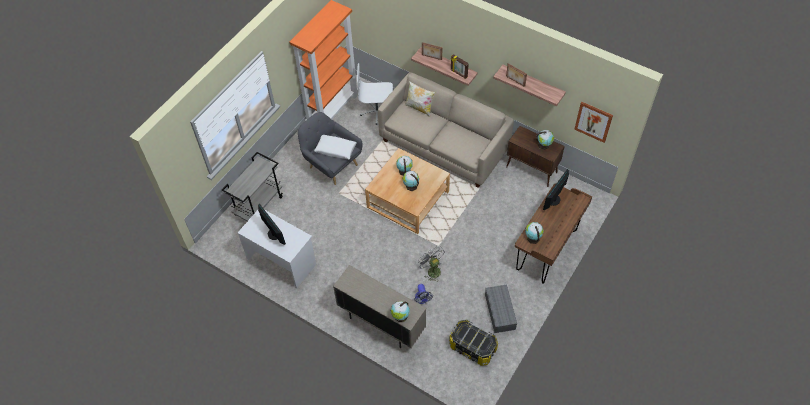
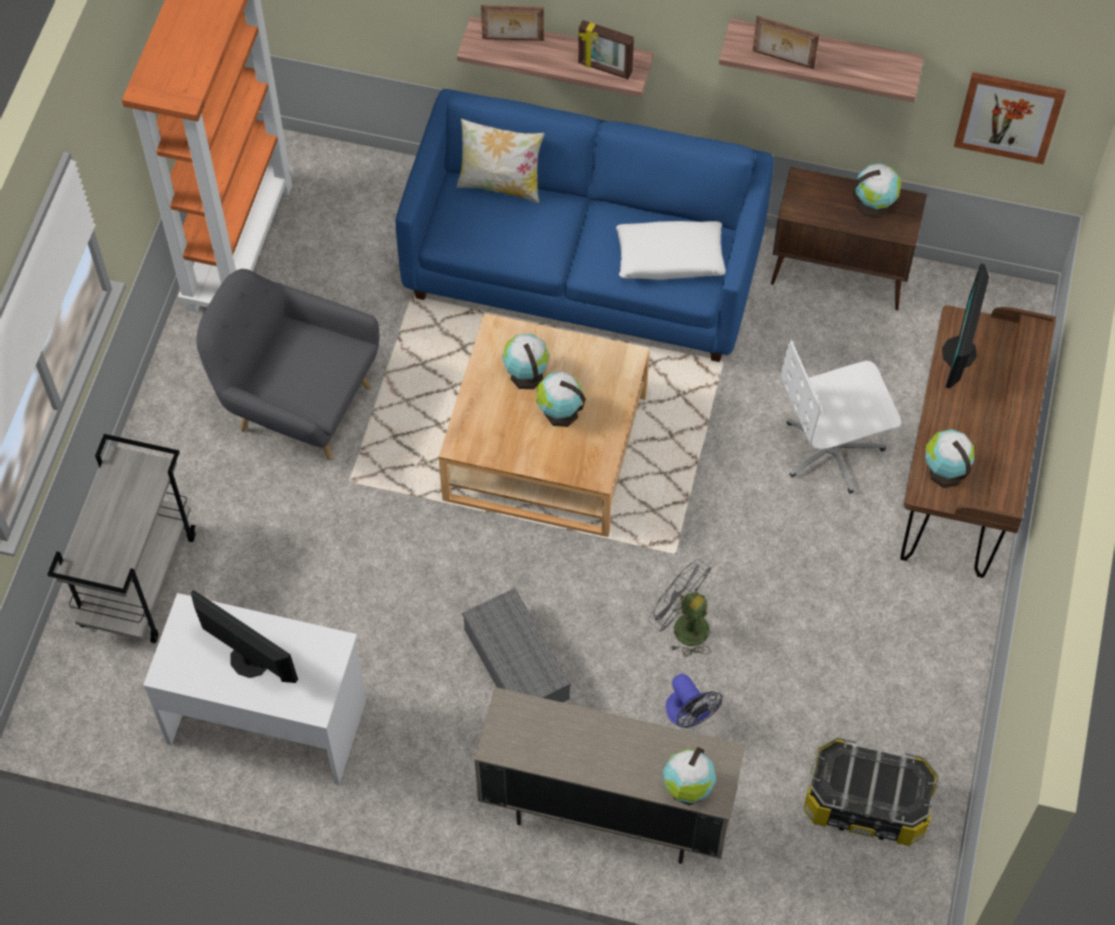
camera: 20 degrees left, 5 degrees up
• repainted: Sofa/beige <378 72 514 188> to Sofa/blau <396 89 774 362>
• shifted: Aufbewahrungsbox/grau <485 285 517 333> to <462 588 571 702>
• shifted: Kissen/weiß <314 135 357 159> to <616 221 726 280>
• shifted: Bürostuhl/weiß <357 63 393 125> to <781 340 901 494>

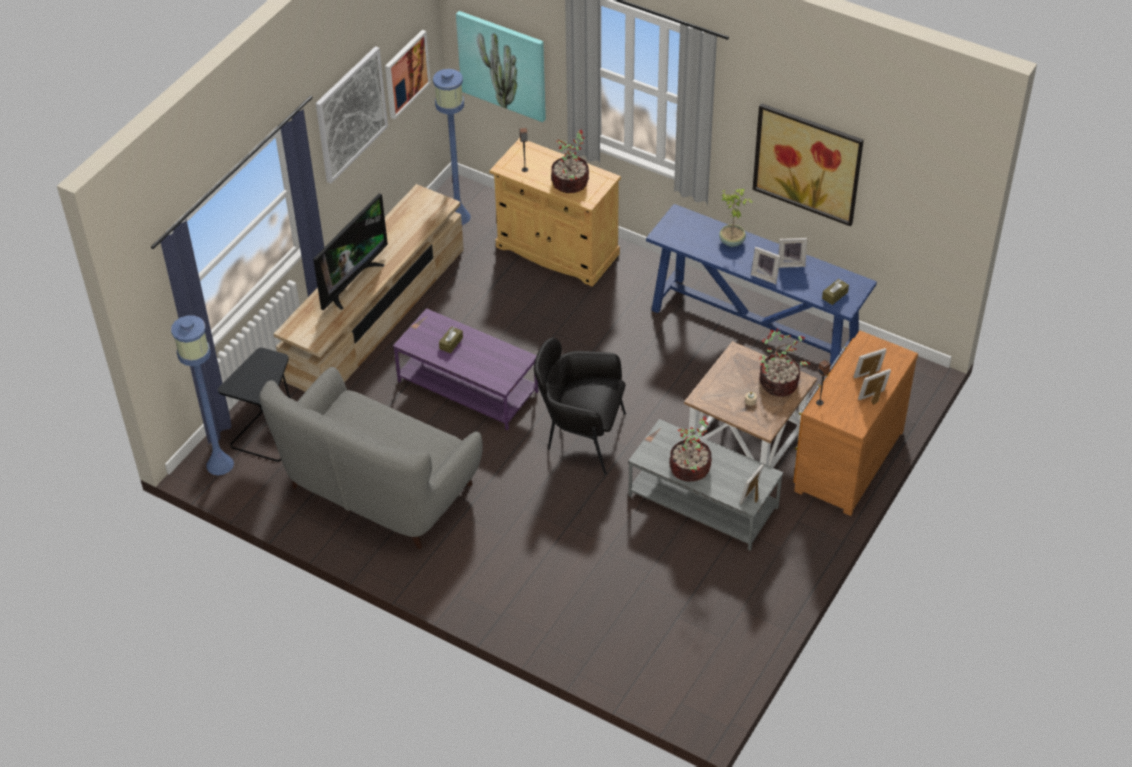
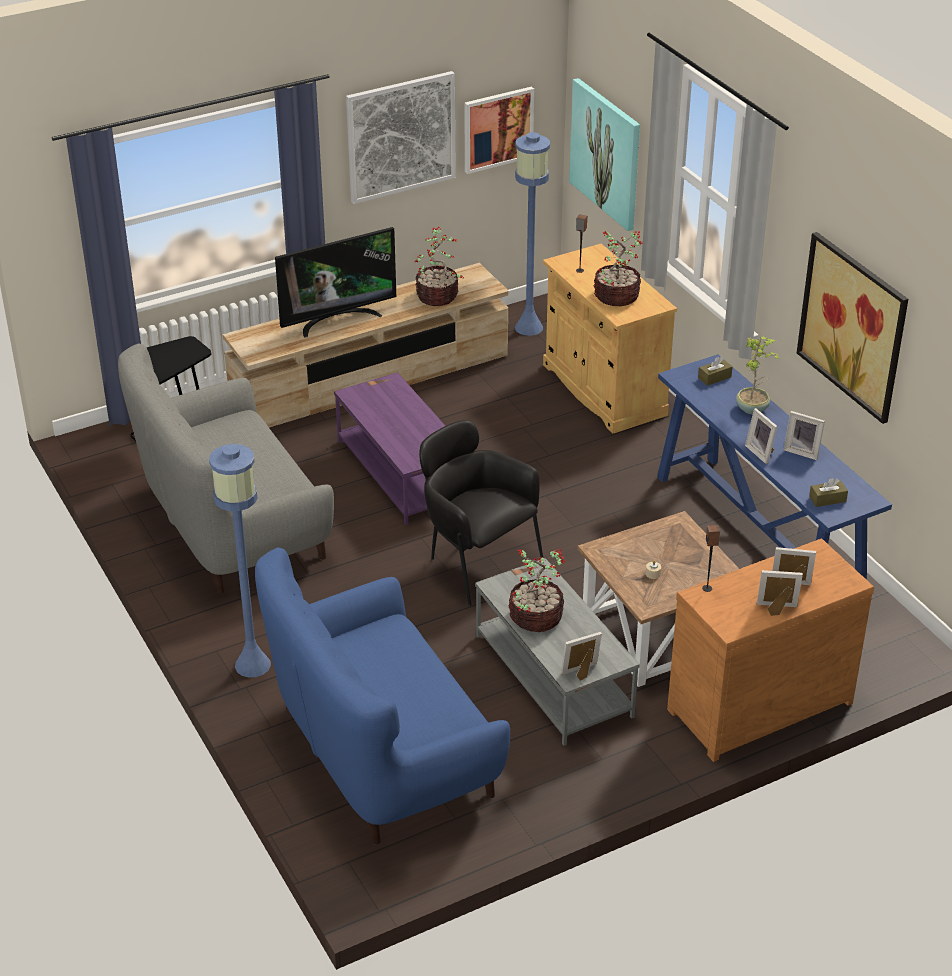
camera: 30 degrees right, 10 degrees down
• shifted: Stehlampe/blau <171 315 234 476> to <209 444 271 678>
• new: Sofa/blau <255 548 510 845>
• shifted: Topfpflanze <759 328 810 397> to <414 227 464 306>
• shifted: Taschentuchbox/braun <439 326 463 353> to <698 357 733 386>

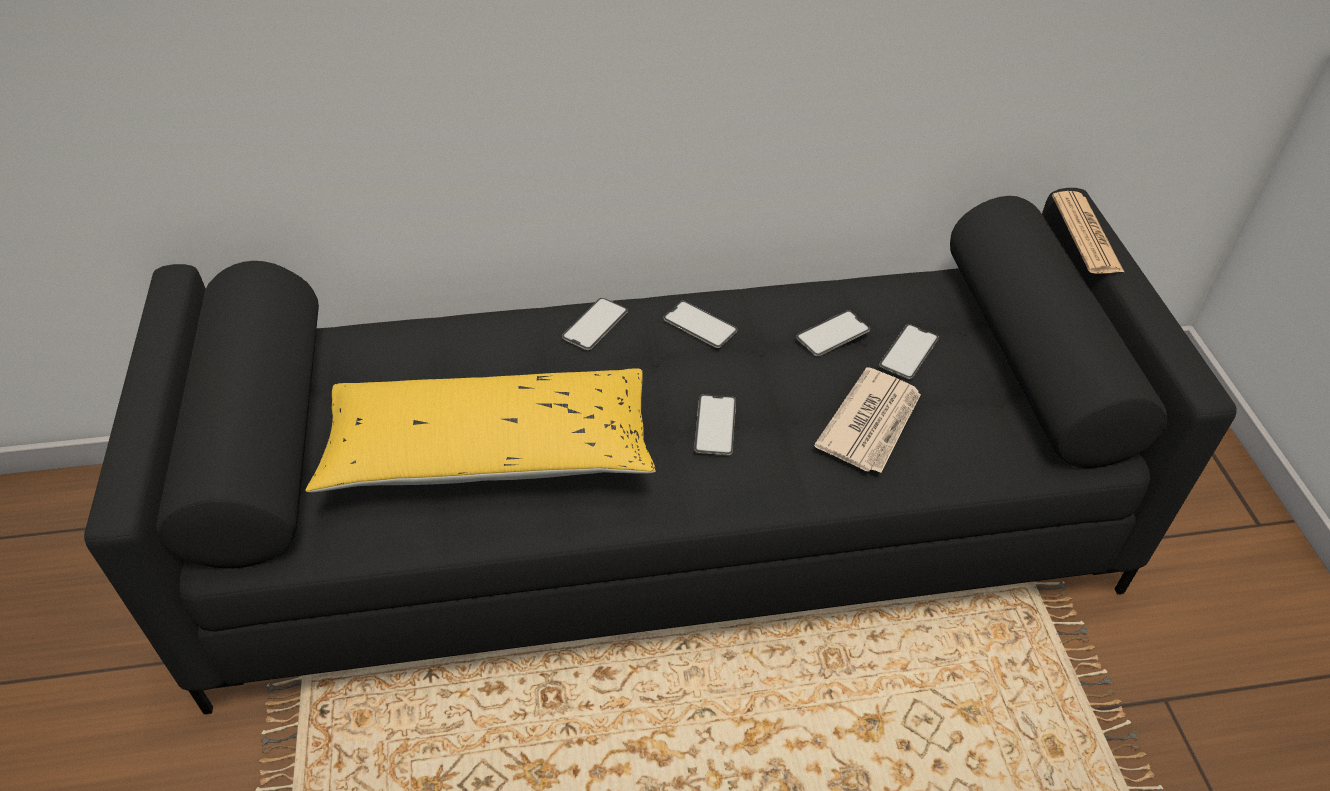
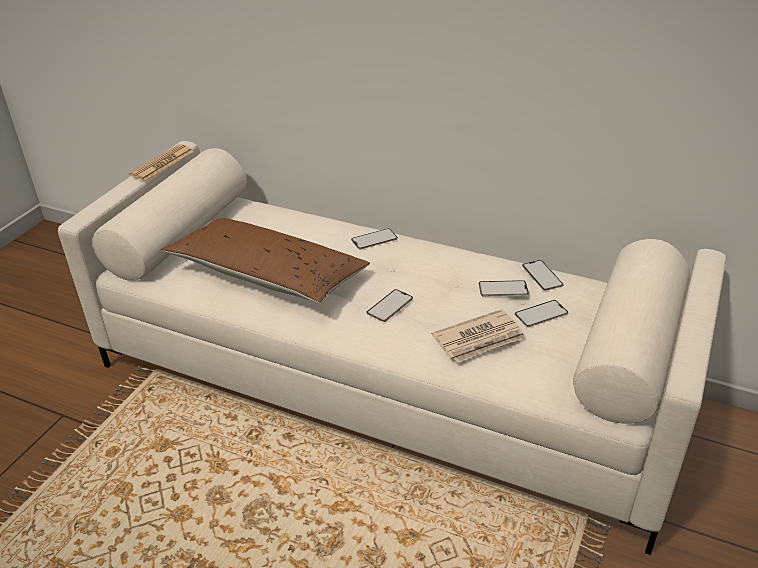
camera: 35 degrees right, 10 degrees down
• repainted: Sofa/schwarz <84 188 1237 714> to Sofa/weiß <58 141 726 555>
• shifted: Zeitung <1052 191 1124 274> to <129 144 193 181>
• repainted: Kissen/gelb <306 368 656 492> to Kissen/braun <161 218 370 303>
• shifted: Handy <663 301 737 348> to <522 260 564 291>

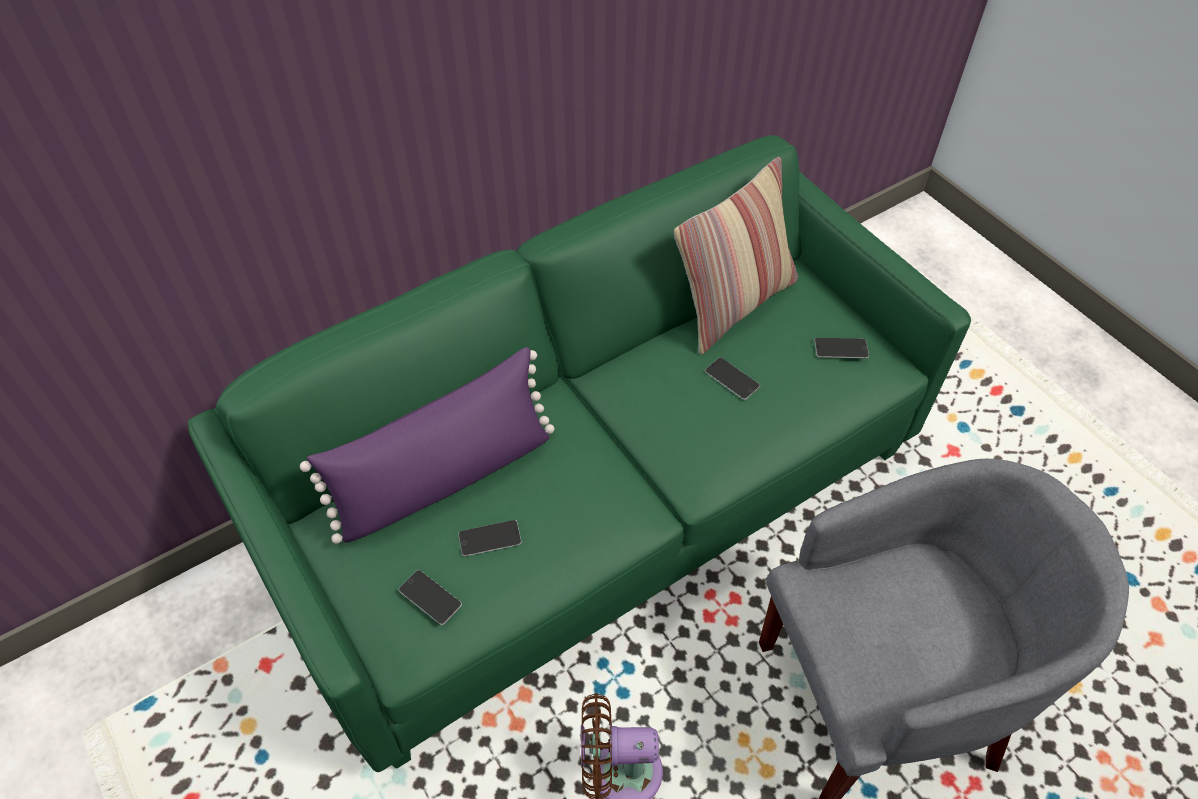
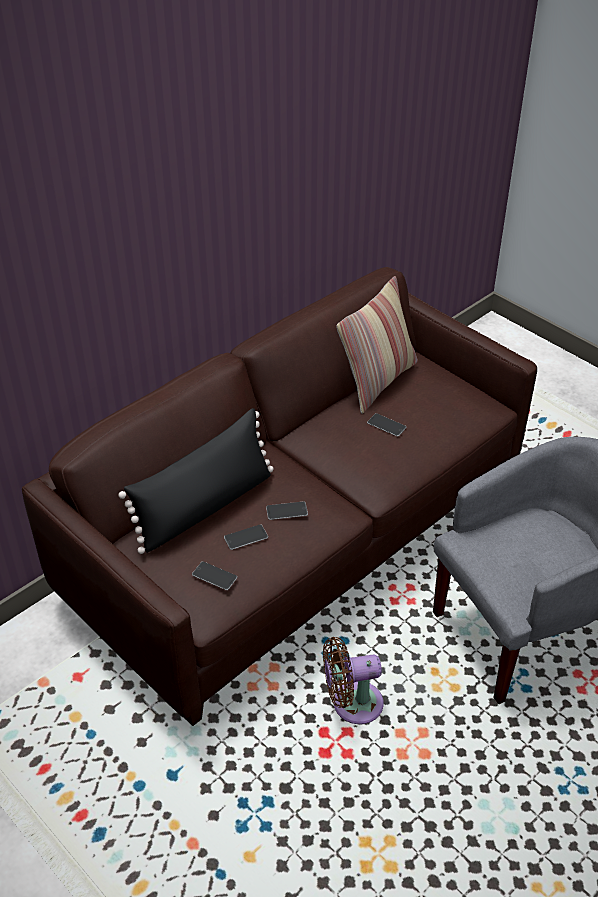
camera: 10 degrees left, 10 degrees down
• repainted: Sofa/grün <188 135 971 772> to Sofa/braun <22 267 537 726>
• repainted: Kissen/lila <300 347 554 544> to Kissen/schwarz <118 408 274 554>
• shifted: Handy <814 338 869 358> to <266 501 308 520>

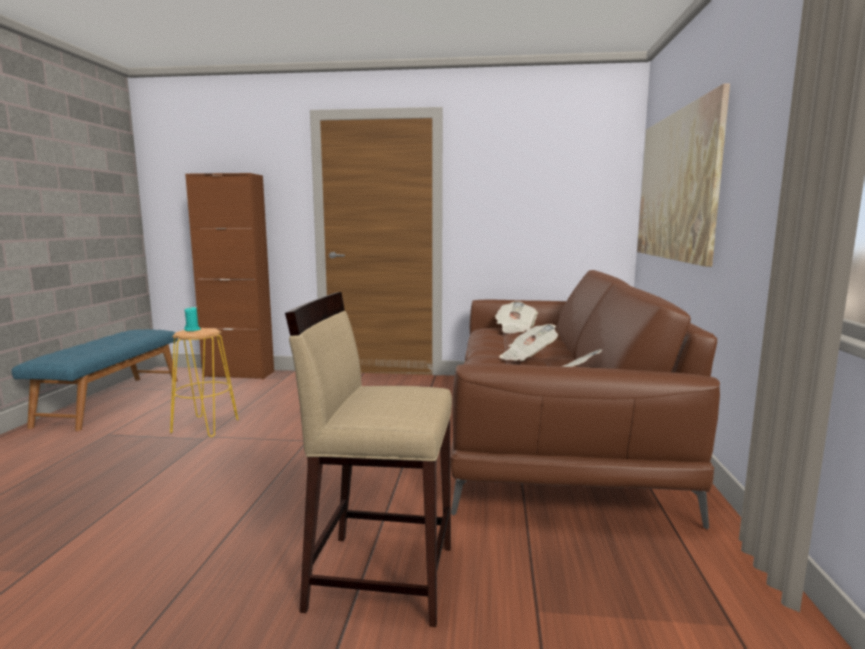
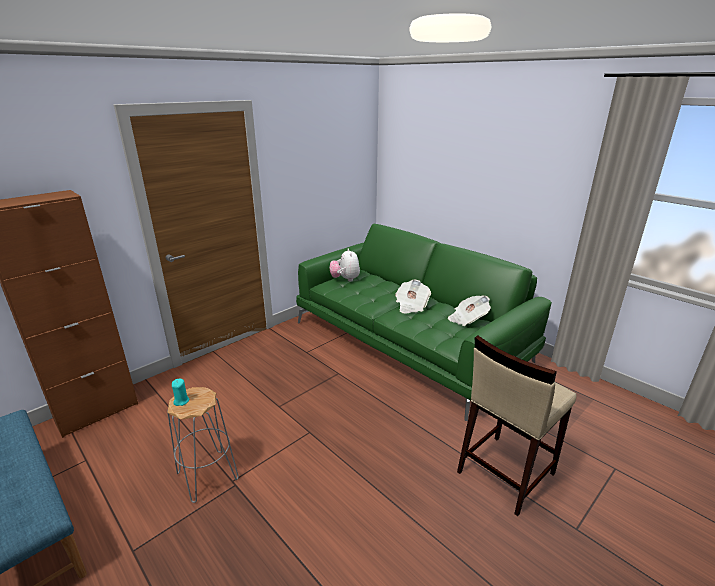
camera: 50 degrees left, 15 degrees up
• repainted: Hocker/gelb <170 328 239 437> to Hocker/grau <167 387 239 503>
• repainted: Sofa/braun <450 270 720 530> to Sofa/grün <296 224 552 421>
• swapped: Zeitung <495 301 538 334> to Plüschtier <330 249 360 282>
• gone: Bild <637 83 730 267>

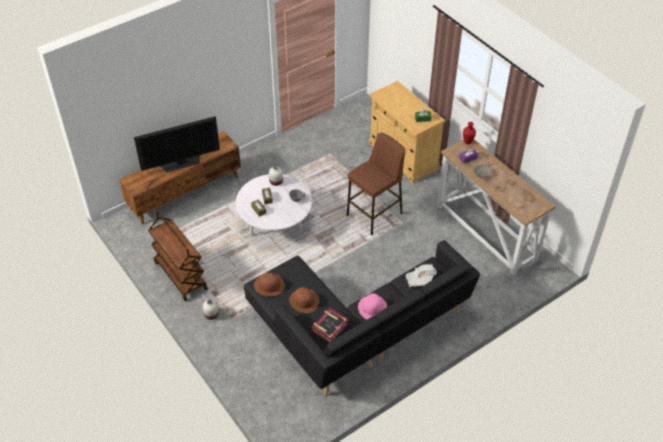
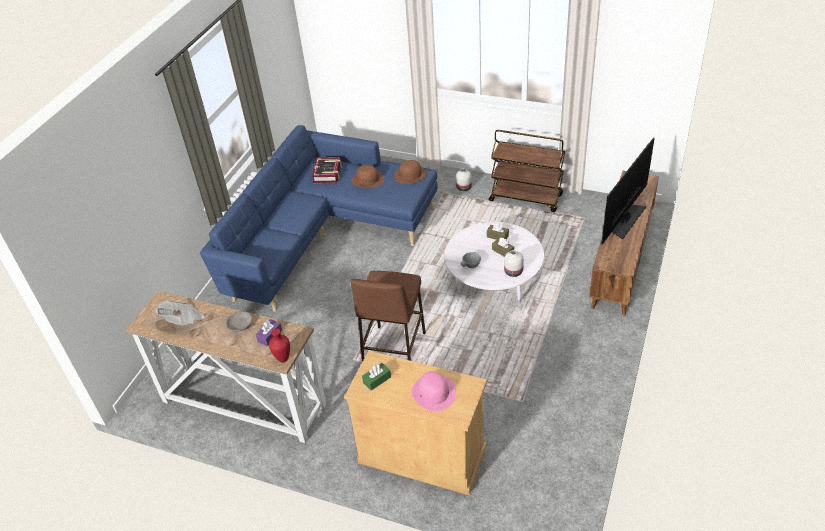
camera: 150 degrees right, 5 degrees down
• shifted: Zeitung <405 264 436 287> to <155 300 205 326>
• repainted: Sofa/schwarz <244 240 480 397> to Sofa/blau <200 125 438 312>
• shifted: Hut/rosa <358 293 387 319> to <412 371 456 411>

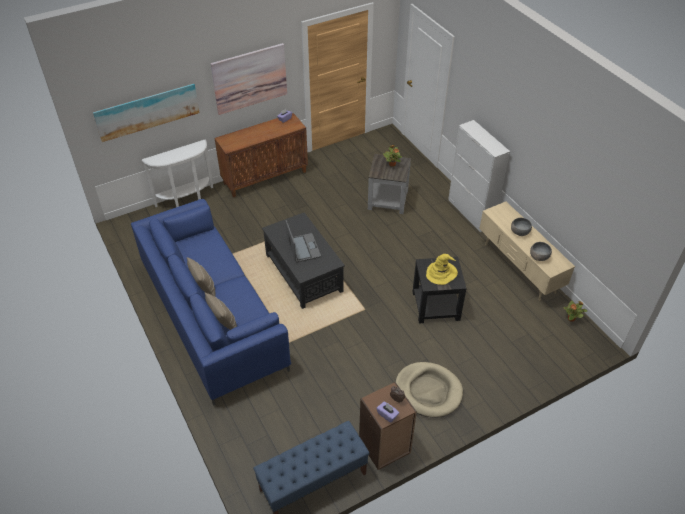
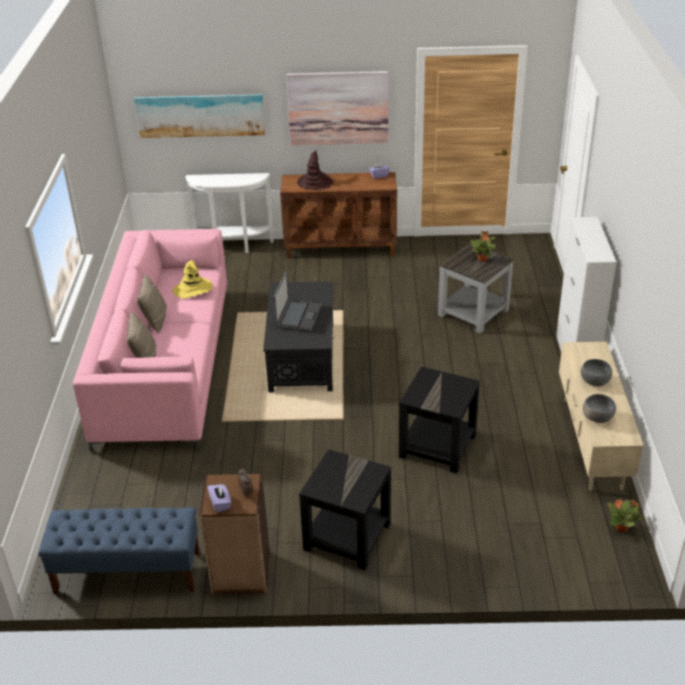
camera: 30 degrees right, 10 degrees down
• repainted: Sofa/blau <131 199 291 405> to Sofa/rosa <73 229 227 453>
• shifted: Hut/gelb <426 254 458 285> to <173 260 213 299>
• new: Hut/braun <297 151 333 190>
• swapped: Hundebett/beige <395 362 463 418> to Beistelltisch/schwarz <299 449 391 570>

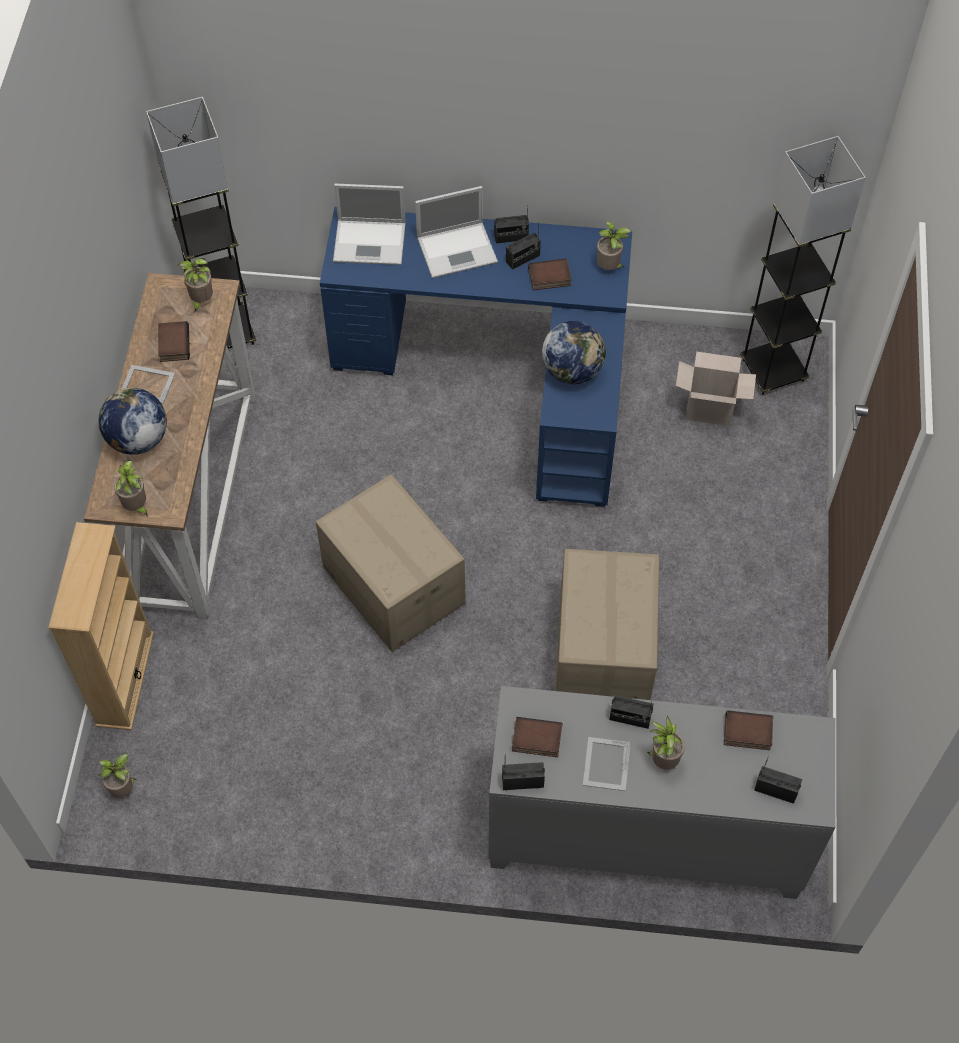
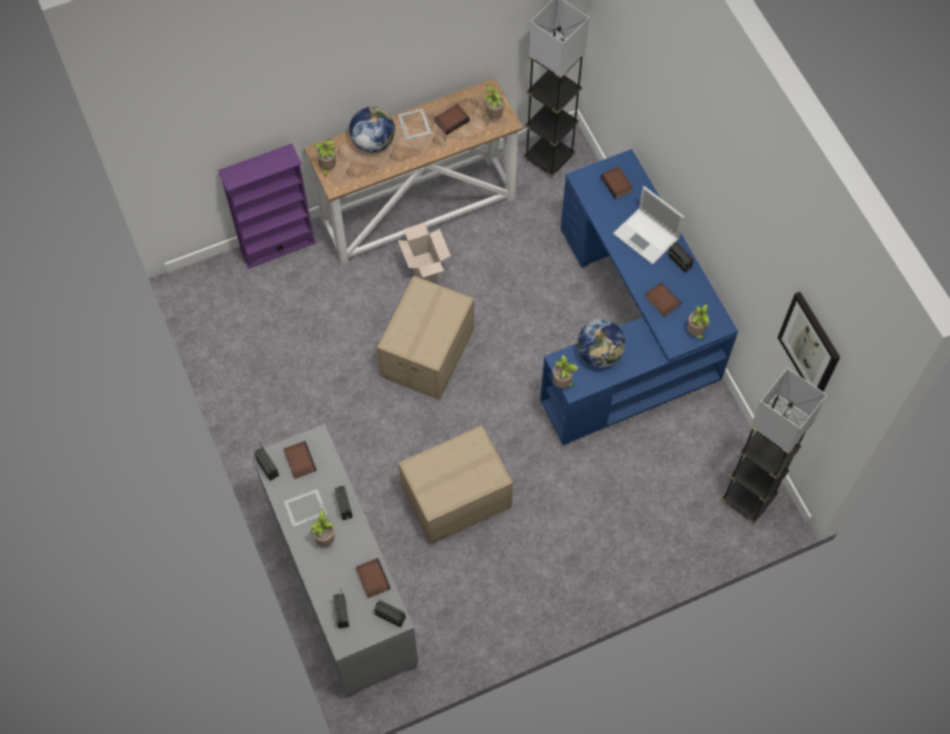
camera: 60 degrees right, 5 degrees up
• repainted: Bücherregal/beige <48 522 154 730> to Bücherregal/lila <218 144 316 269>
• shifted: Radio <506 225 541 270> to <374 600 406 628>
• shifted: Karton <676 352 756 426> to <398 223 451 282>
• shifted: Topfpflanze <99 754 135 798> to <553 355 578 388>
• swapped: Laptop <333 184 406 265> to Buch <601 167 633 199>
• new: Bild <777 292 840 392>

